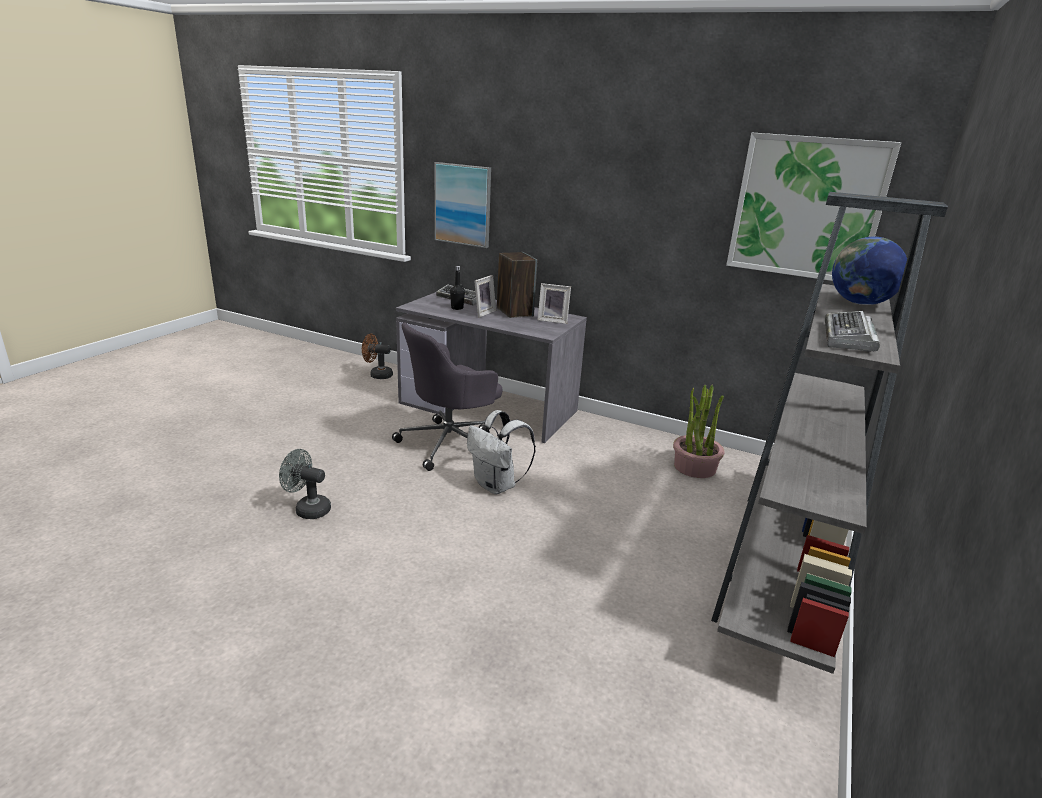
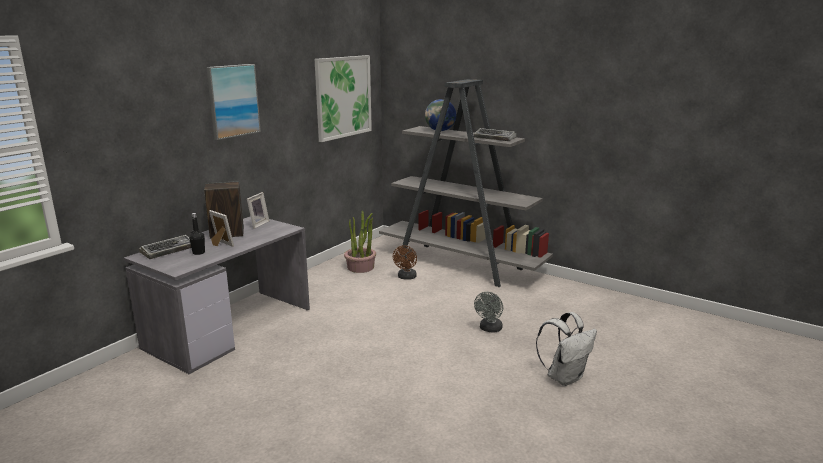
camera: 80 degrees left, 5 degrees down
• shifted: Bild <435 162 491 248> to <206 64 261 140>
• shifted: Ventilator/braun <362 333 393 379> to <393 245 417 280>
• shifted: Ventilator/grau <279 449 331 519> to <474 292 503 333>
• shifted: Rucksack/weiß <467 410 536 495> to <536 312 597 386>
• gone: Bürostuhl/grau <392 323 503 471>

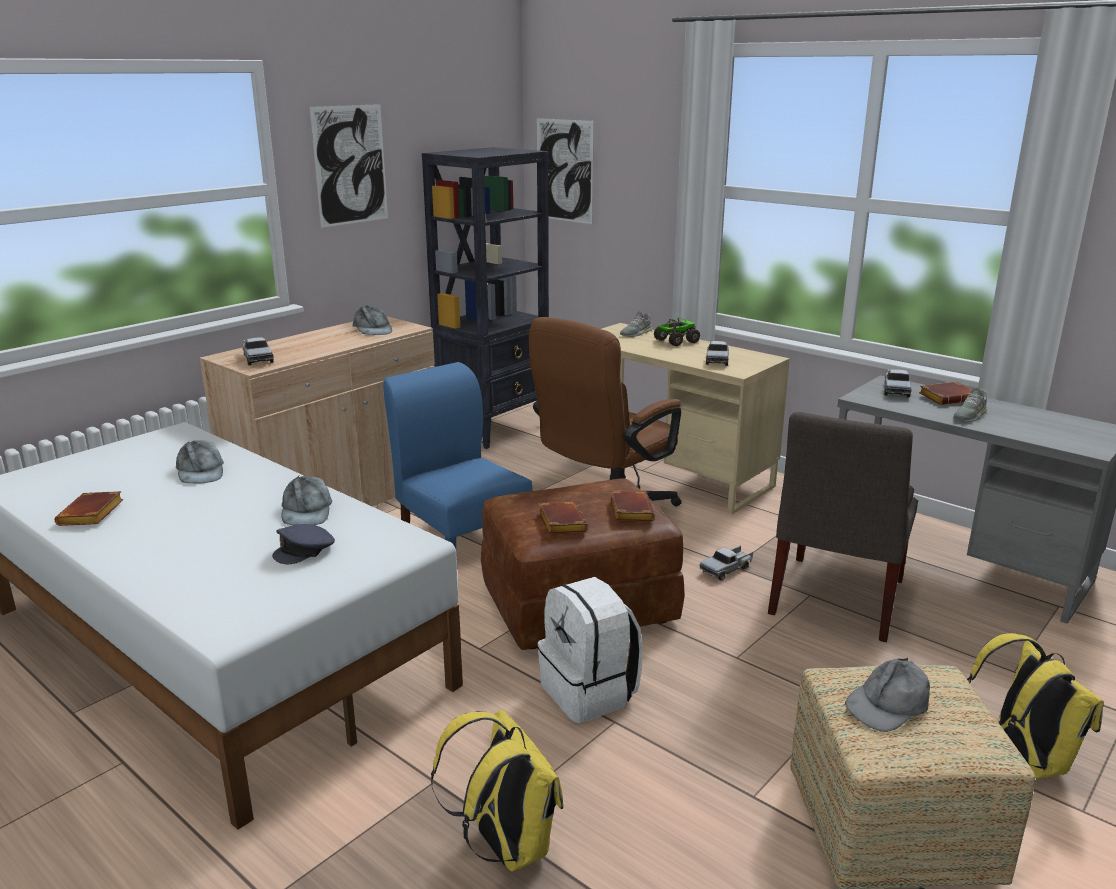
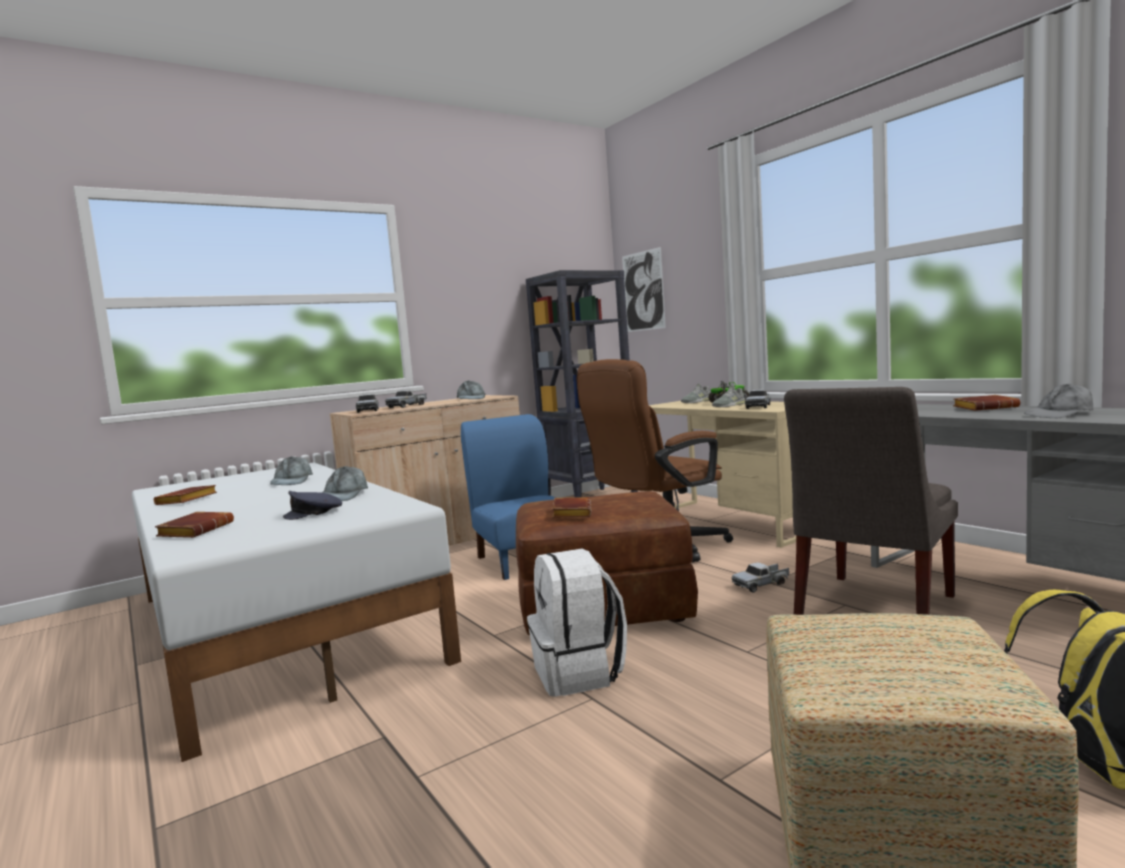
camera: 15 degrees right, 15 degrees down
• shifted: Buch/braun <610 491 655 521> to <155 512 234 538>
• shifted: Spielzeuglaster <884 368 911 398> to <385 390 427 408>
• shifted: Schuh/grau <953 387 987 422> to <712 385 745 407>
• shifted: Kappe/grau <845 658 930 732> to <1024 384 1093 418>
• gone: Bild <309 104 388 228>
• gone: Rucksack/gelb <431 709 563 872>

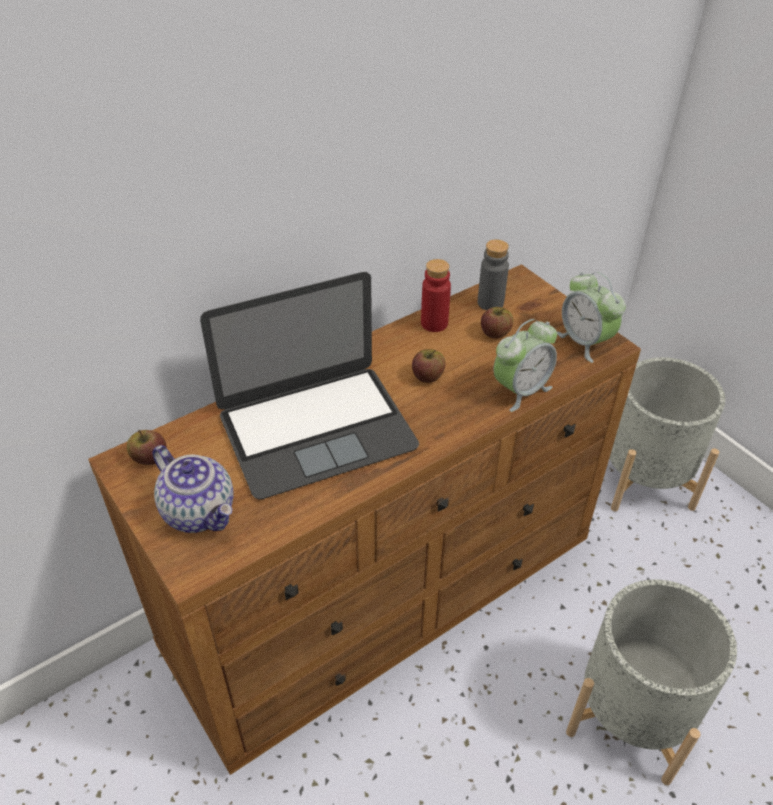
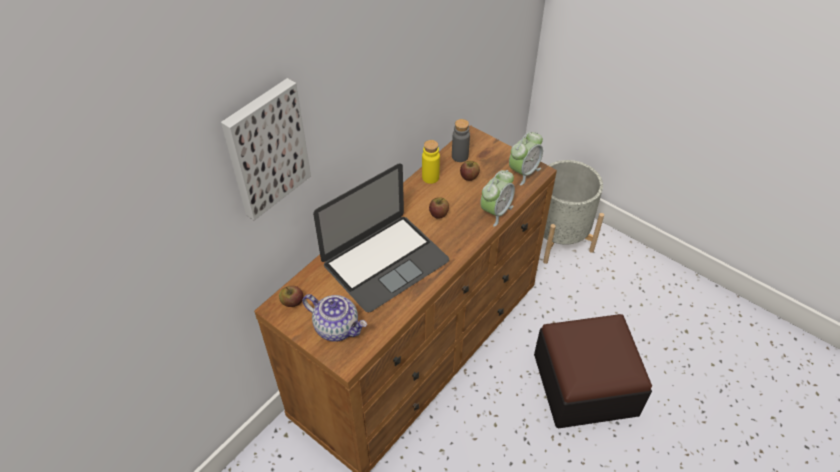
camera: 15 degrees left, 5 degrees up
• new: Bild <221 78 311 221>
• repainted: Flasche/rot <421 259 451 332> to Flasche/gelb <422 140 440 184>
• rotated: Wecker <557 272 626 363> = <509 132 543 185> 90 degrees counterclockwise
• swapped: Pflanzkübel/grau <566 579 737 785> to Polsterhocker <534 314 652 428>

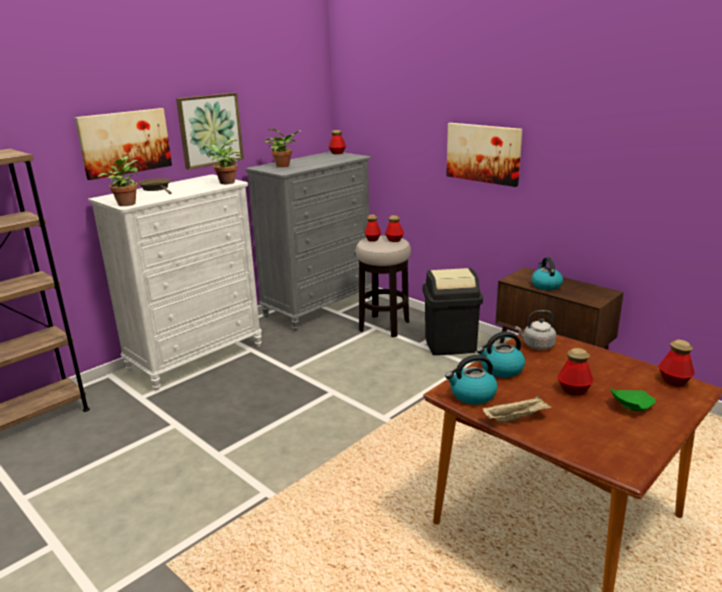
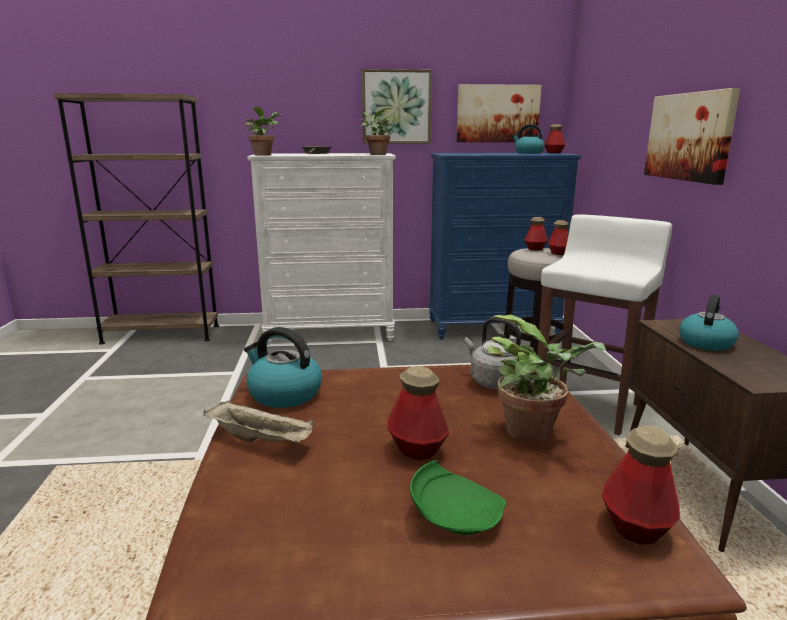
camera: 40 degrees right, 5 degrees down
• repainted: Kommode/grau <245 151 372 331> to Kommode/blau <428 153 582 340>
• shifted: Bild <75 108 172 180> to <456 84 542 142>
• shifted: Topfpflanze <265 129 301 167> to <487 315 606 443>
• shifted: Wasserkessel <476 331 525 378> to <512 124 545 154>
• swapped: Mülleimer/schwarz <422 268 483 355> to Hocker/weiß <538 214 673 436>

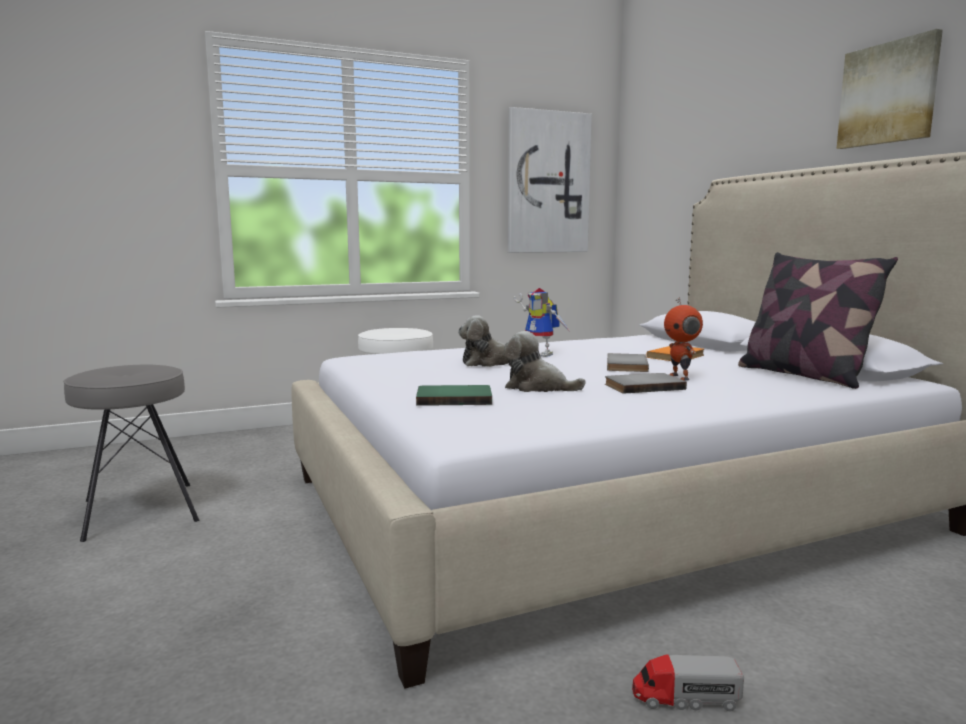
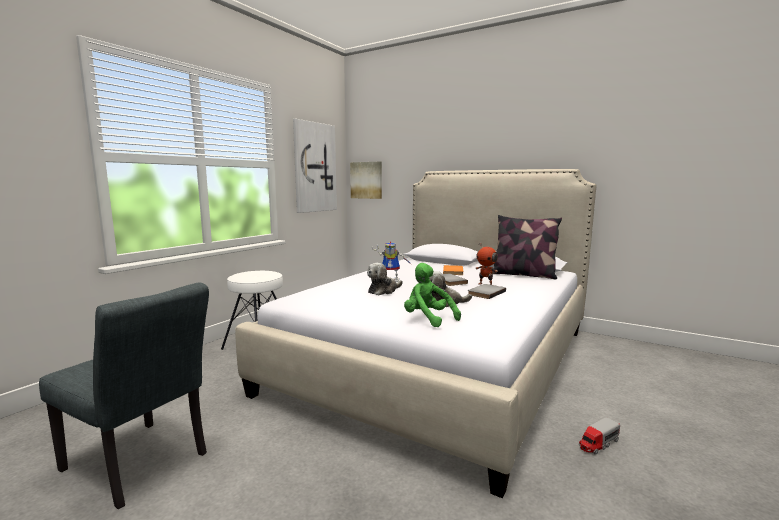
camera: 35 degrees left, 0 degrees up
• swapped: Hocker/grau <63 365 199 542> to Stuhl/grau <39 282 209 509>
• shifted: Bild <837 29 943 149> to <350 162 382 199>
• swapped: Buch/grün <416 385 492 406> to Plüschtier/grün <404 263 461 328>

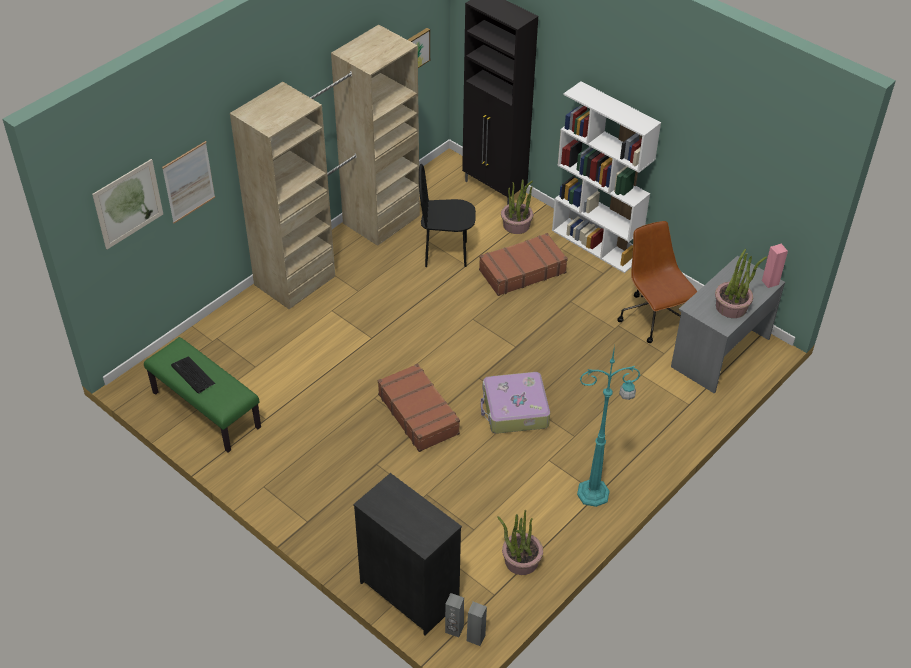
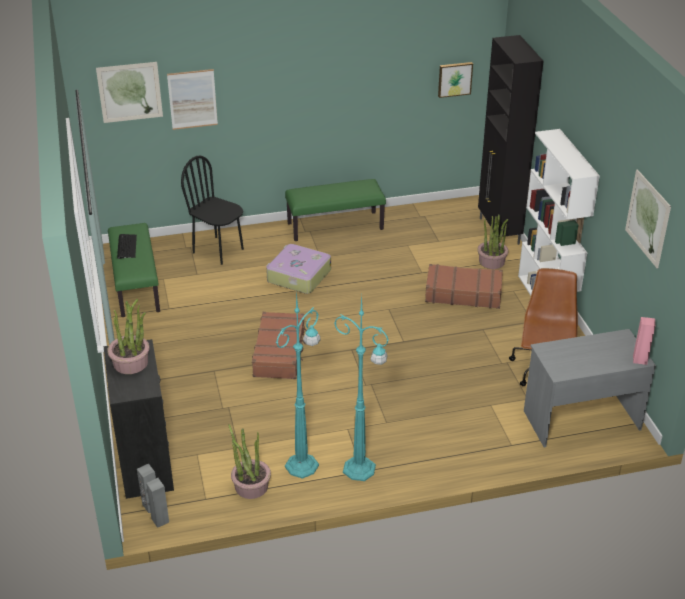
camera: 35 degrees right, 10 degrees down
• shifted: Topfpflanze <715 249 767 318> to <107 299 149 374>
• shifted: Stuhl/schwarz <419 164 476 267> to <181 156 244 265>
• shifted: Koffer <481 372 550 434> to <266 244 331 294>
• new: Stehlampe/türkis <276 290 321 479>
• swapped: Kleiderschrank/beige <230 25 420 309> to Bank/grün <285 179 386 241>
• new: Bild <625 169 671 268>

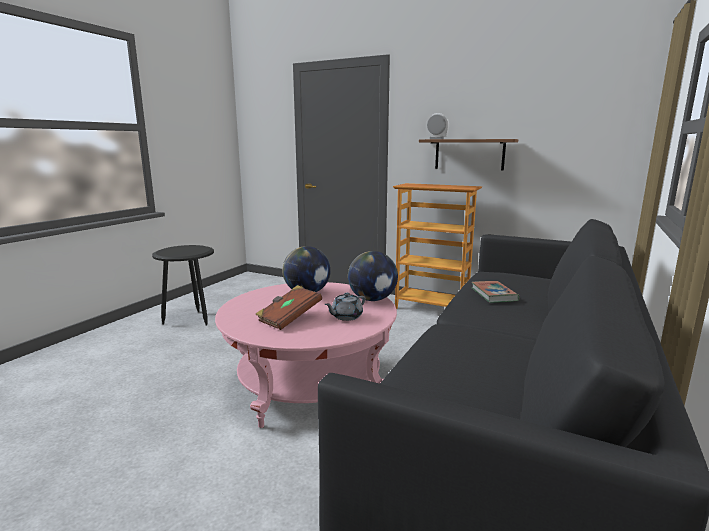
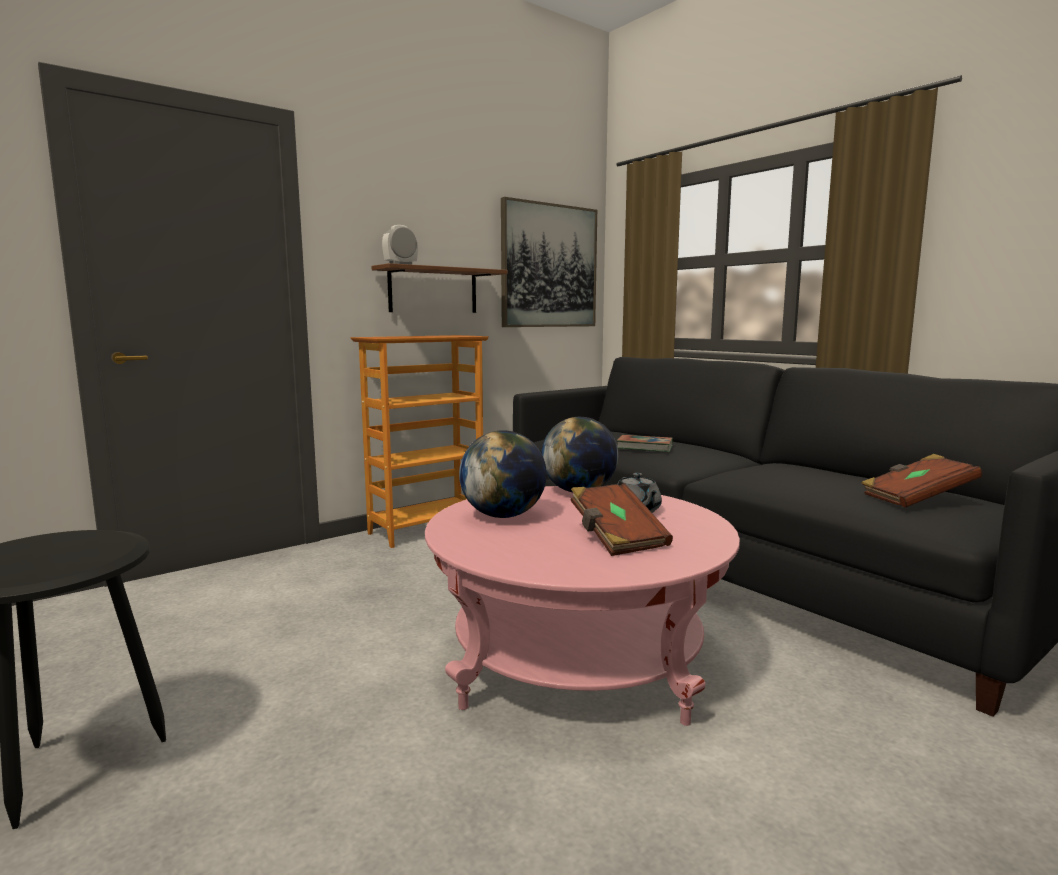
camera: 65 degrees left, 5 degrees down
• new: Bild <501 197 597 327>
• new: Buch/braun <861 454 982 508>

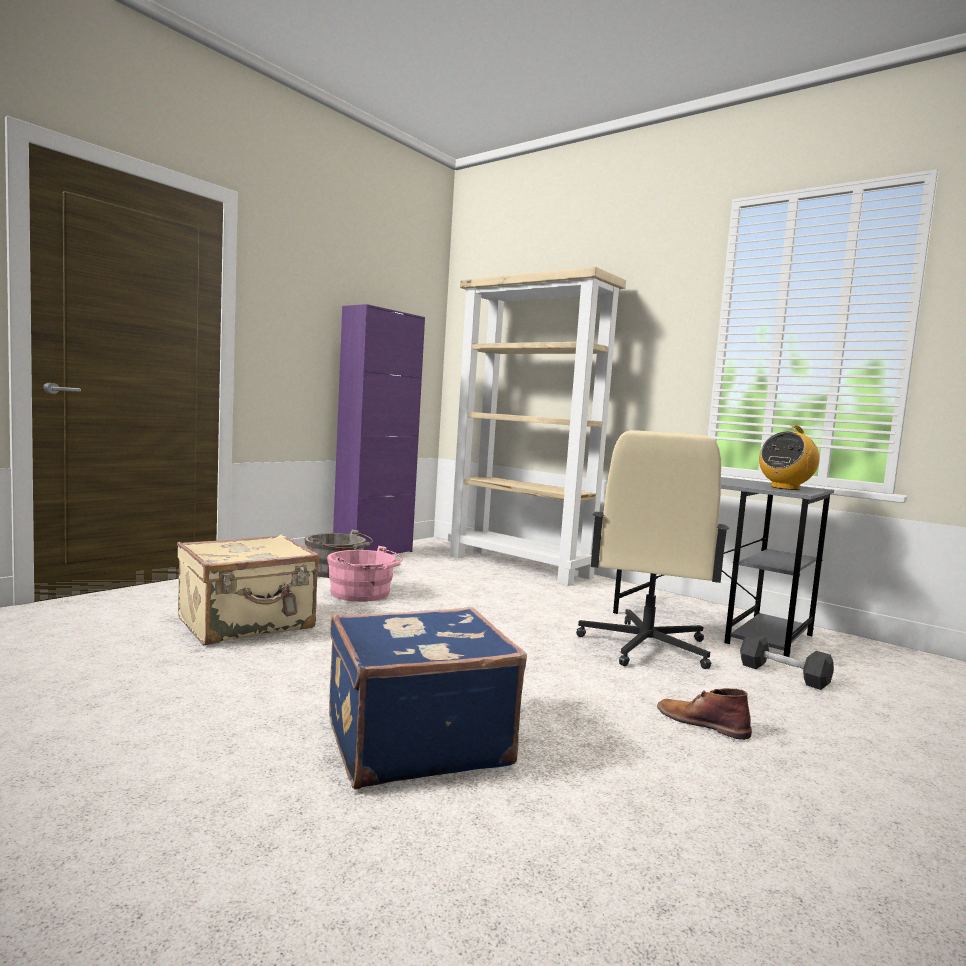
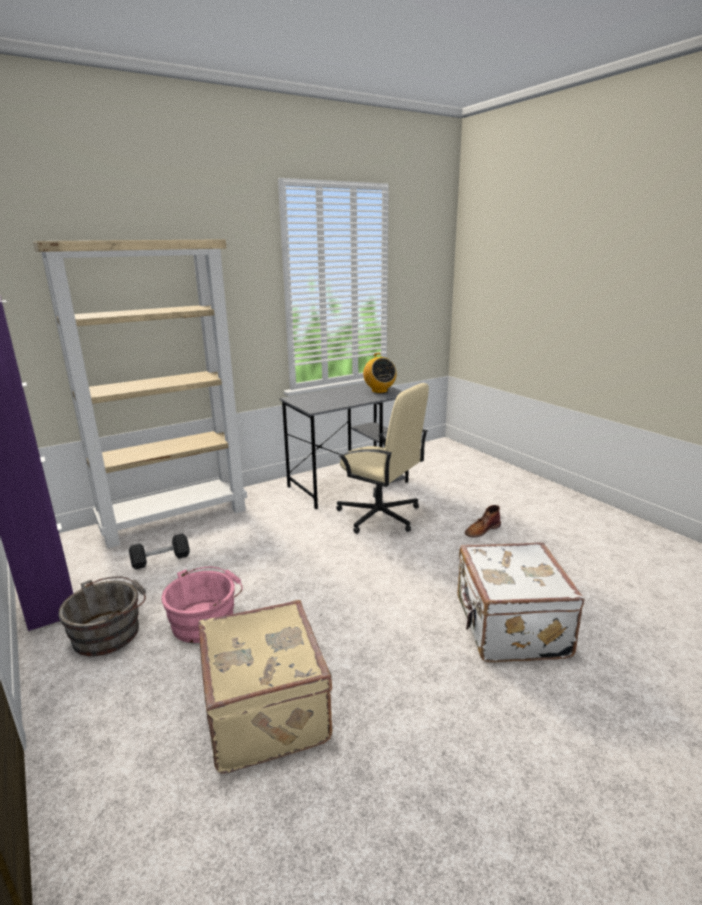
camera: 70 degrees left, 15 degrees up
• shifted: Hantel/schwarz <740 633 834 690> to <129 533 189 570>
• repainted: Koffer/blau <329 607 527 790> to Koffer/weiß <457 542 584 663>

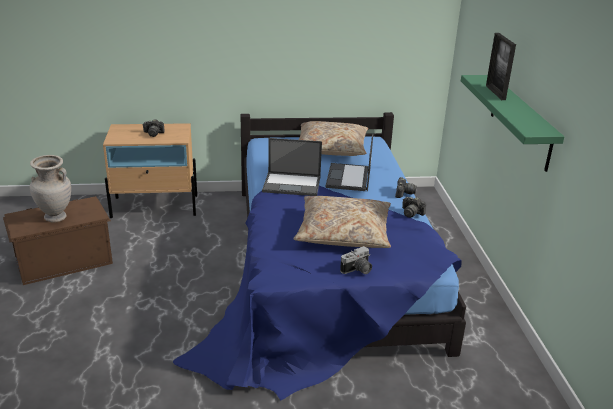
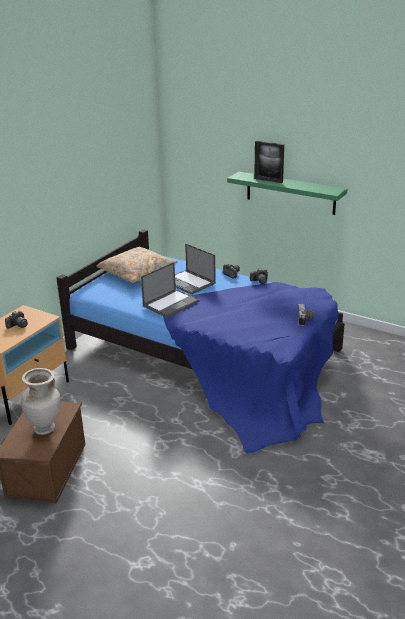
camera: 50 degrees left, 0 degrees up
• gone: Kissen/beige <293 196 391 248>

